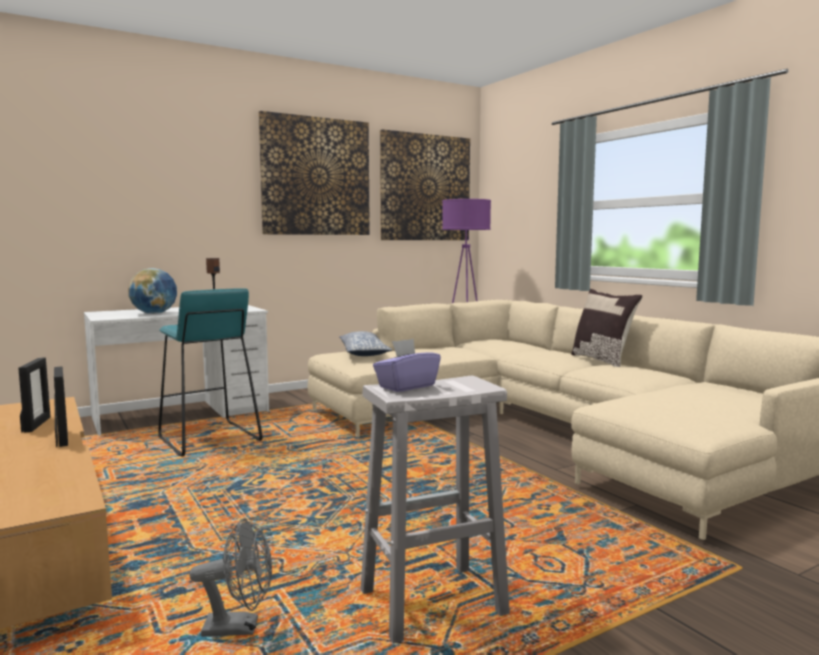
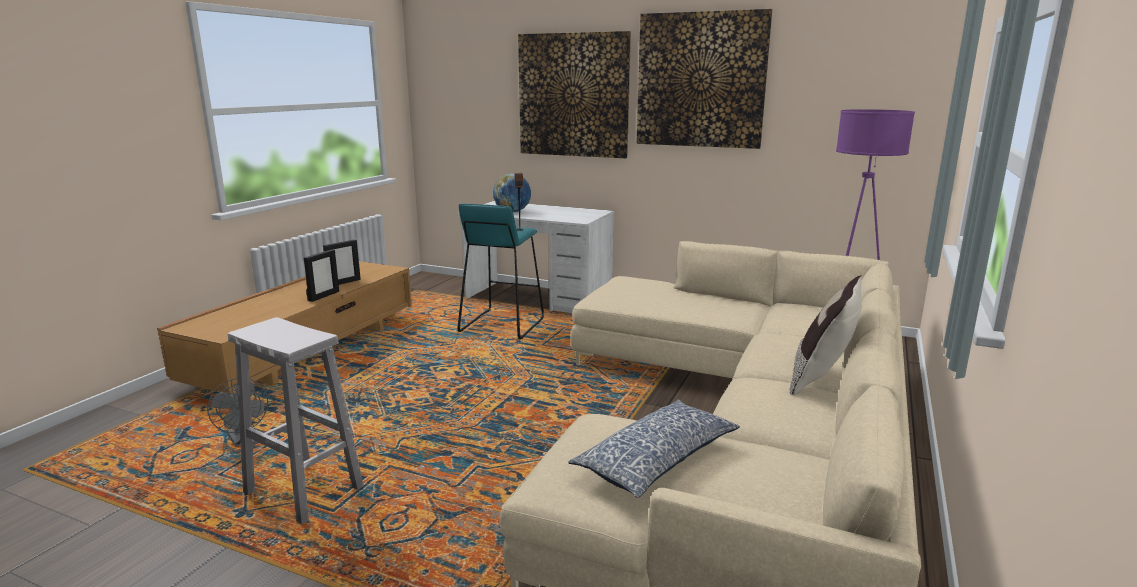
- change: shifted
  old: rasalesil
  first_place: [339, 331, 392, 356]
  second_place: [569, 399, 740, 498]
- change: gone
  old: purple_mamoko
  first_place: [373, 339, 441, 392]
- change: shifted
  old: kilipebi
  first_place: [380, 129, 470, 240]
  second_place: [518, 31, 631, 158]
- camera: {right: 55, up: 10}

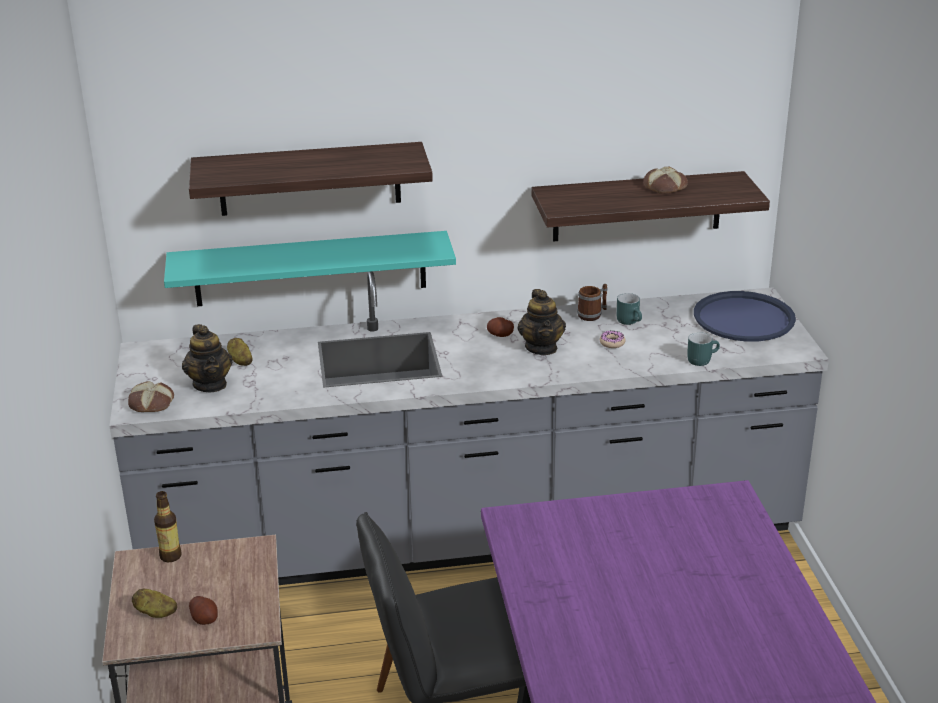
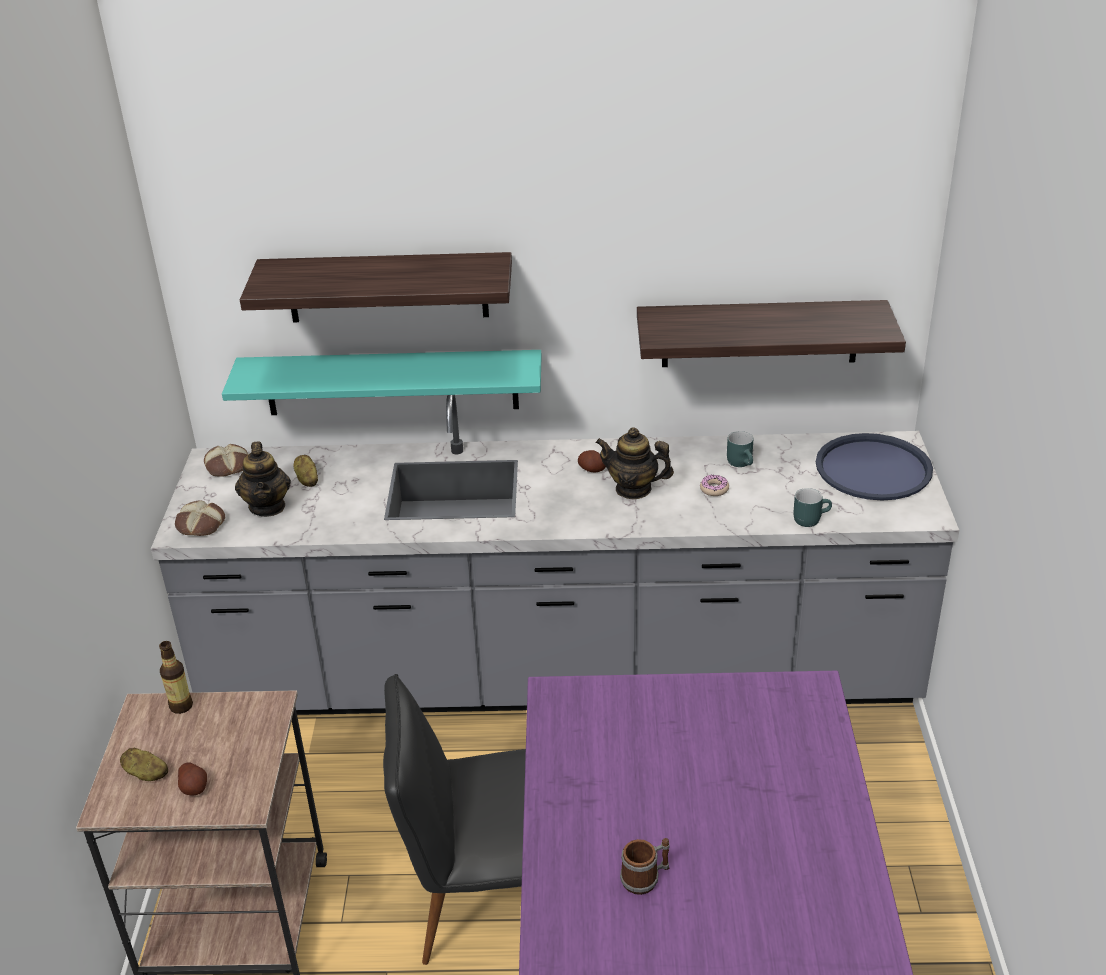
- change: rotated
  old: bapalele
  first_place: [517, 289, 566, 355]
  second_place: [596, 427, 674, 499]
  degrees: 105
- change: shifted
  old: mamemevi
  first_place: [577, 284, 608, 321]
  second_place: [620, 838, 670, 895]
- change: shifted
  old: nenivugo
  first_place: [643, 166, 688, 194]
  second_place: [204, 444, 248, 477]
- camera: {right: 10, up: 5}

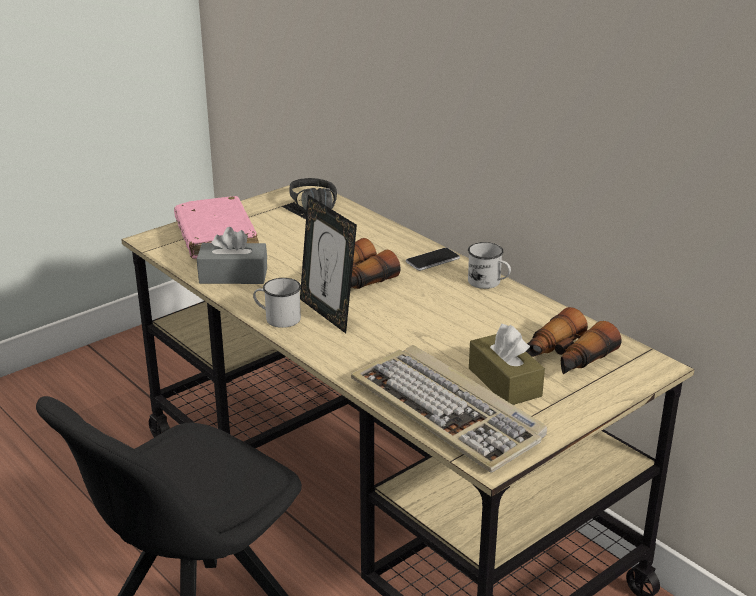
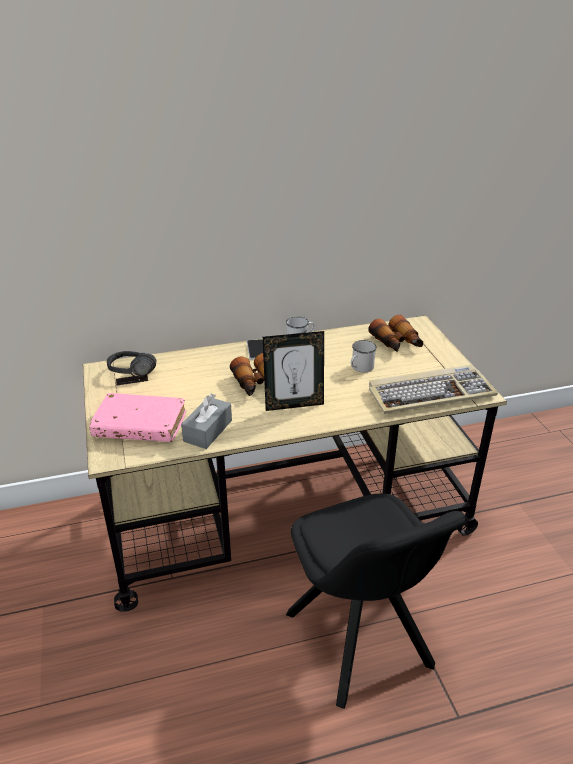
- change: shifted
  old: white_mamemevi
  first_place: [253, 278, 301, 328]
  second_place: [351, 340, 377, 372]
- change: gone
  old: brown_mamoko
  first_place: [469, 324, 545, 405]
- camera: {right: -65, up: 5}

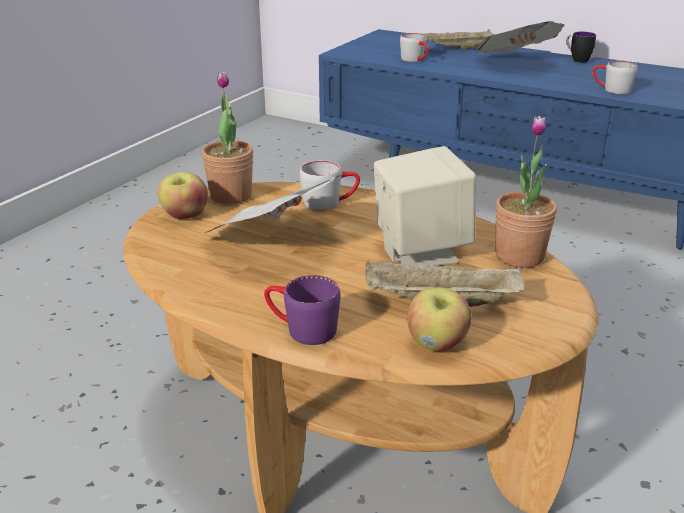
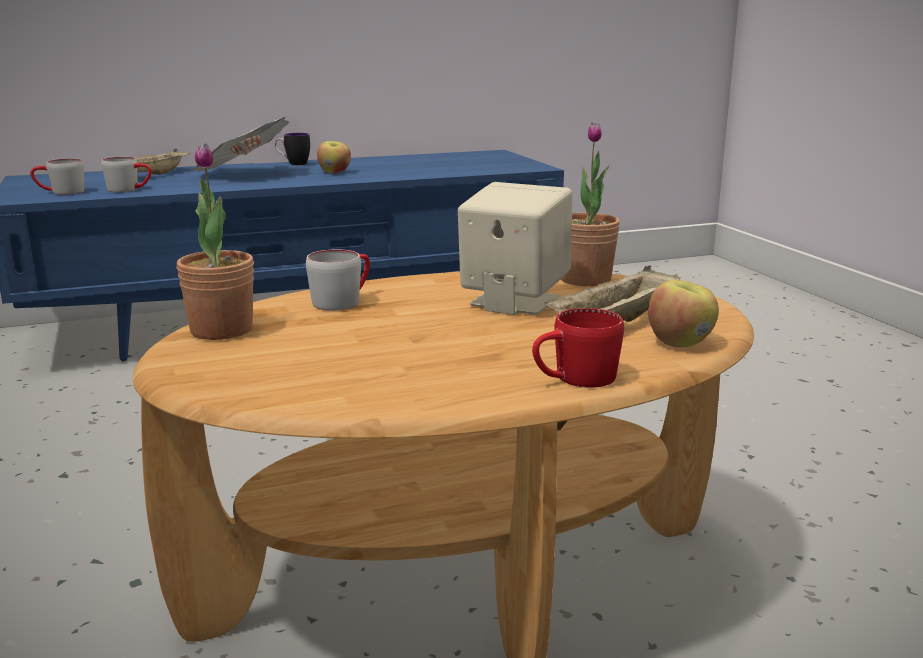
- change: shifted
  old: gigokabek
  first_place: [157, 172, 208, 219]
  second_place: [317, 141, 351, 173]
- change: gone
  old: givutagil
  first_place: [199, 173, 346, 235]
- change: repainted
  old: purple_mamemevi
  new: red_mamemevi
  first_place: [264, 275, 340, 345]
  second_place: [532, 308, 624, 388]
- change: shifted
  old: grey_mamemevi
  first_place: [592, 61, 638, 94]
  second_place: [30, 159, 84, 195]
- camera: {right: -50, up: -10}

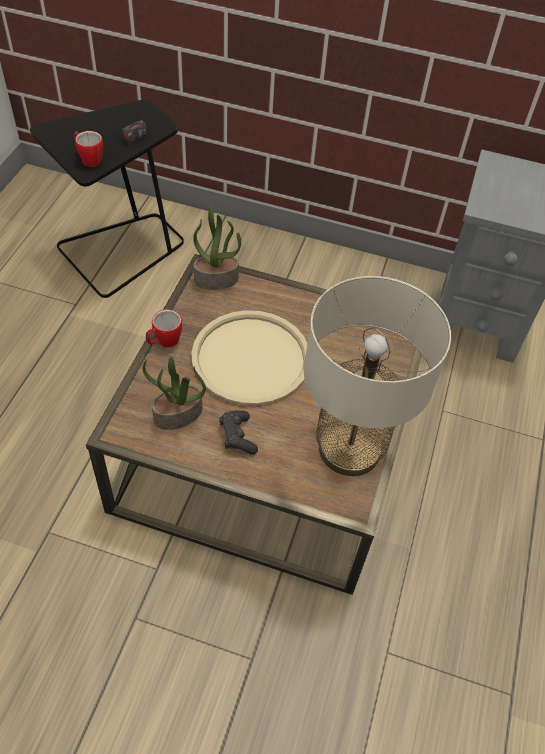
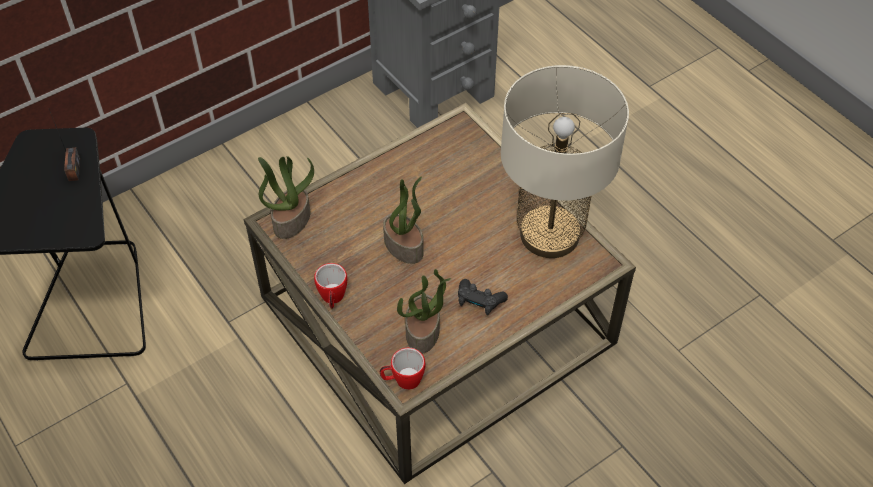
- change: shifted
  old: mamemevi
  first_place: [74, 131, 103, 167]
  second_place: [380, 348, 425, 390]
- change: swapped
  old: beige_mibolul
  new: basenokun
  first_place: [192, 310, 307, 405]
  second_place: [383, 176, 424, 264]
- camera: {right: -50, up: 0}

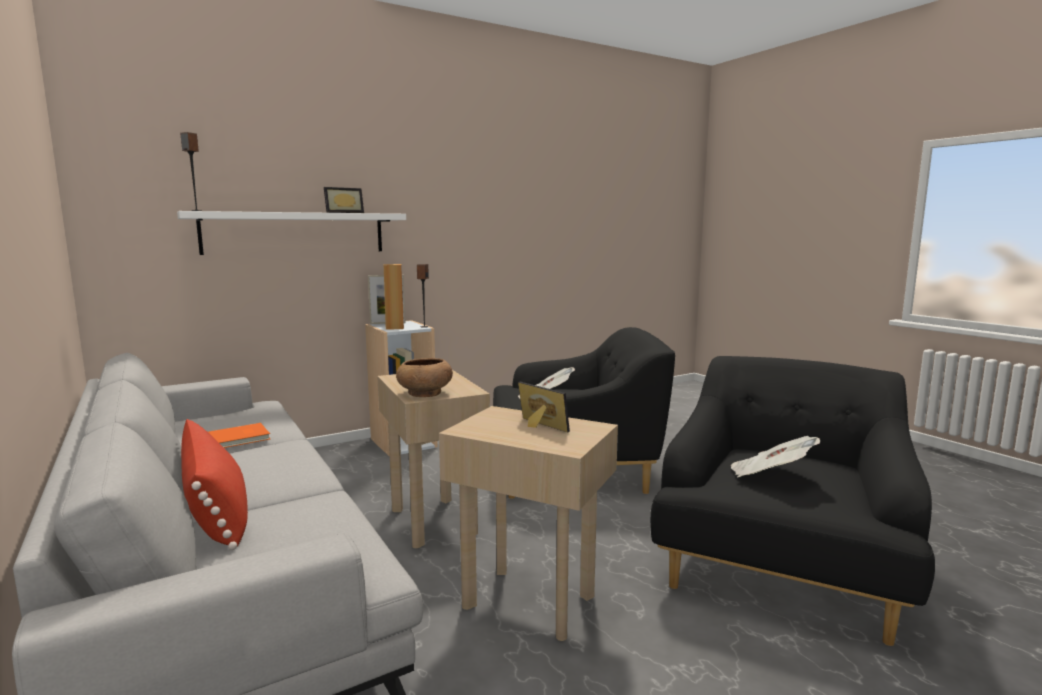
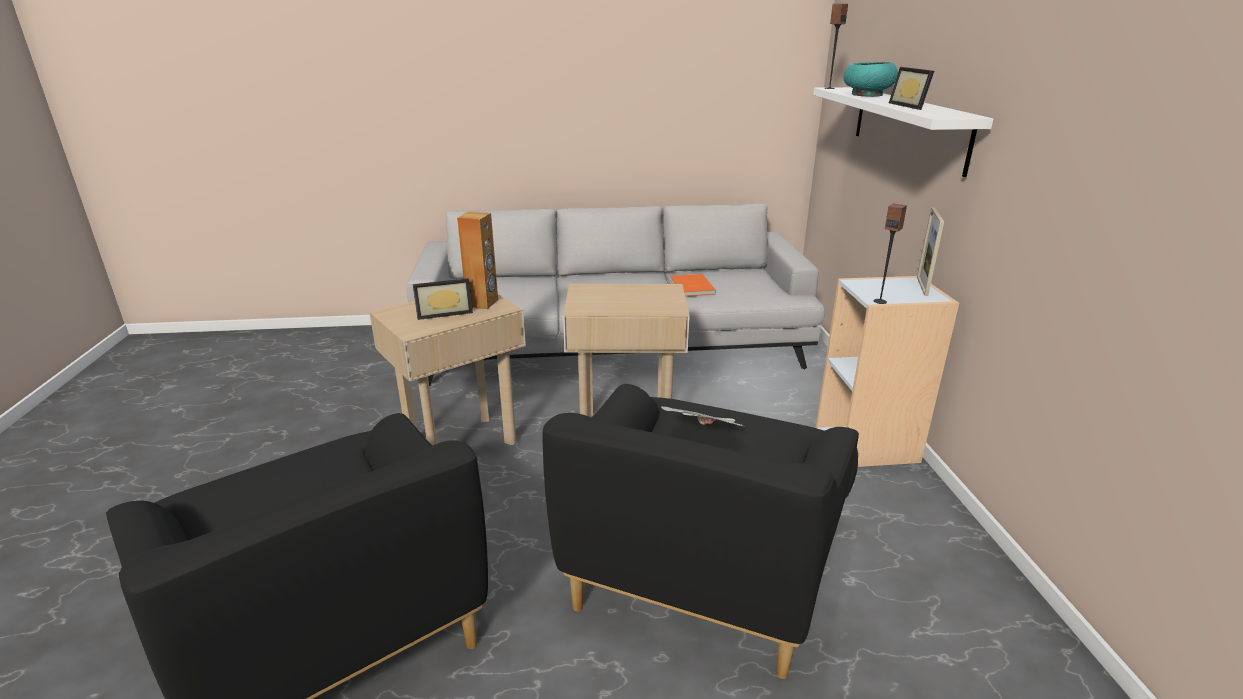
- change: gone
  old: red_rasalesil
  first_place: [181, 419, 248, 550]
- change: shifted
  old: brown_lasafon
  first_place: [384, 264, 404, 330]
  second_place: [457, 211, 498, 309]
- change: gone
  old: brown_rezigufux
  first_place: [396, 358, 453, 397]
- change: gone
  old: givutagil
  first_place: [731, 436, 820, 477]
- change: new
  new: turquoise_rezigufux
  second_place: [843, 62, 898, 97]
- camera: {right: 115, up: 15}

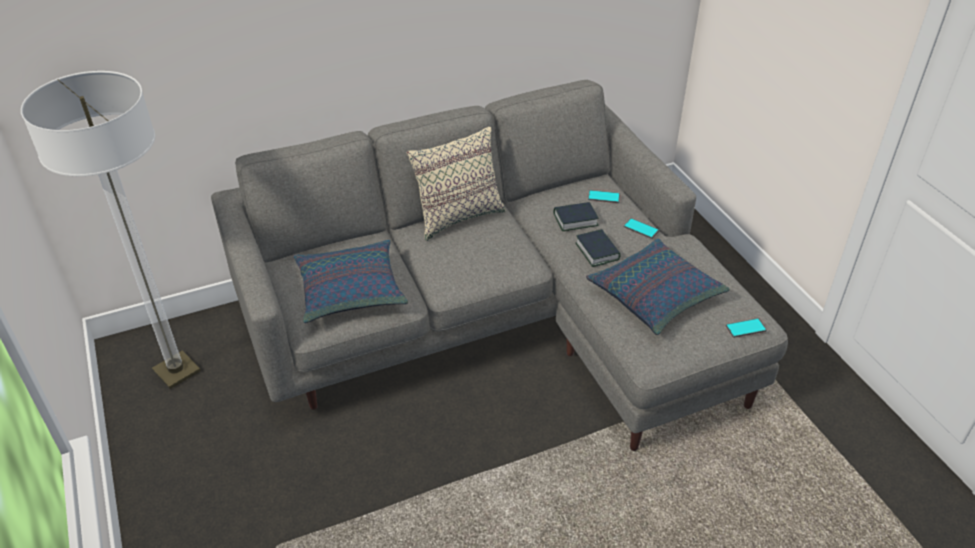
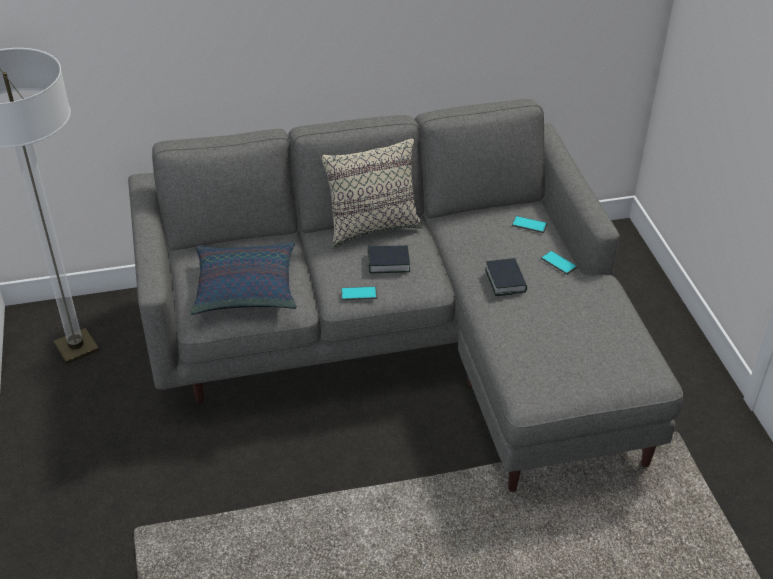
- change: shifted
  old: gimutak
  first_place: [554, 202, 599, 231]
  second_place: [368, 245, 410, 273]
- change: gone
  old: blue_rasalesil
  first_place: [586, 239, 730, 335]
- change: shifted
  old: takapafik
  first_place: [726, 318, 767, 338]
  second_place: [341, 286, 377, 300]
- camera: {right: 10, up: 0}

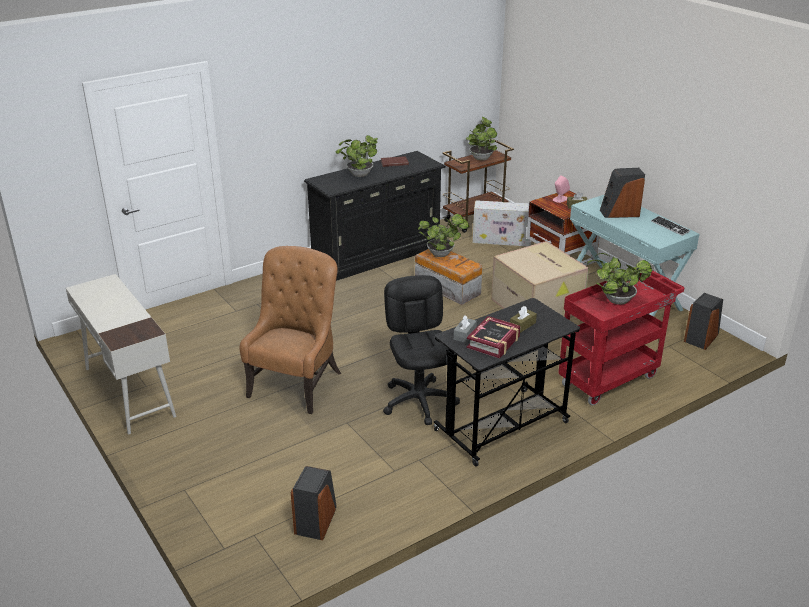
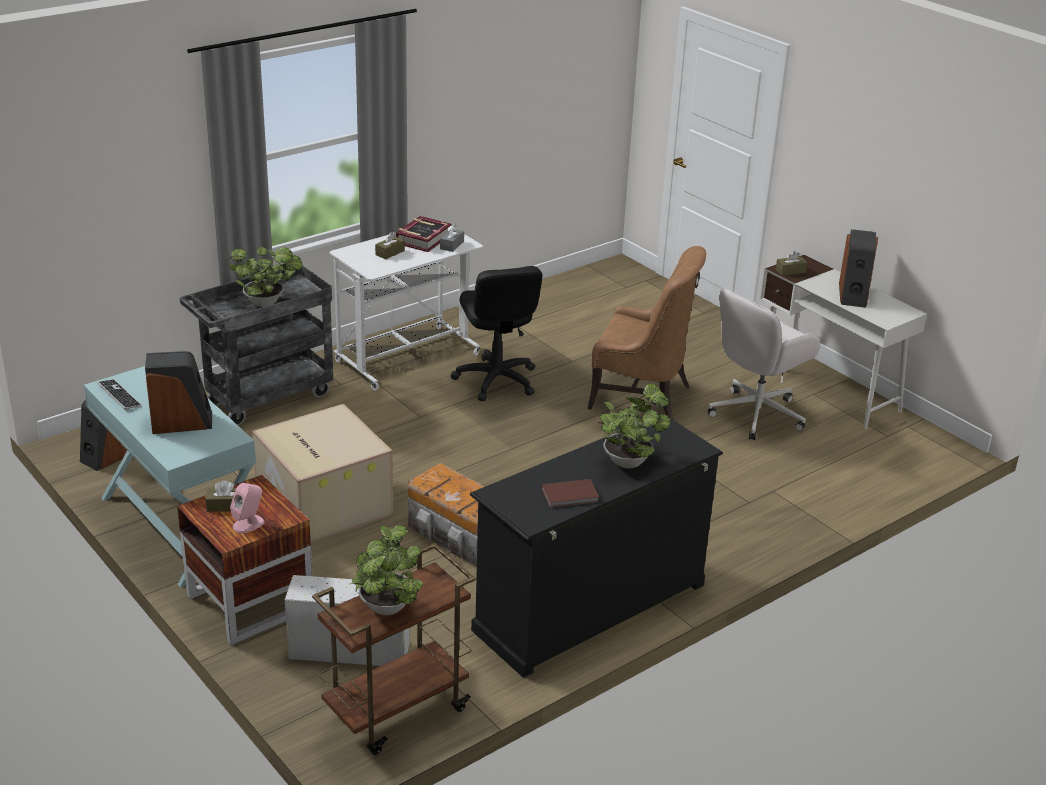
- change: rotated
  old: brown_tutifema
  first_place: [240, 246, 341, 414]
  second_place: [588, 246, 706, 420]
  degrees: -90
- change: shifted
  old: lasafon
  first_place: [291, 466, 337, 540]
  second_place: [839, 229, 878, 308]
- change: gone
  old: basenokun
  first_place: [418, 214, 469, 257]
- change: repainted
  old: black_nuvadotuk
  new: white_nuvadotuk
  first_place: [434, 298, 580, 466]
  second_place: [330, 221, 483, 391]
- change: repainted
  old: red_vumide
  new: black_vumide
  first_place: [558, 270, 684, 406]
  second_place: [180, 266, 333, 425]
- change: new
  new: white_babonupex
  second_place: [708, 289, 820, 440]
- change: new
  new: brown_mamoko
  second_place: [776, 251, 807, 276]
- camera: {right: 175, up: 0}

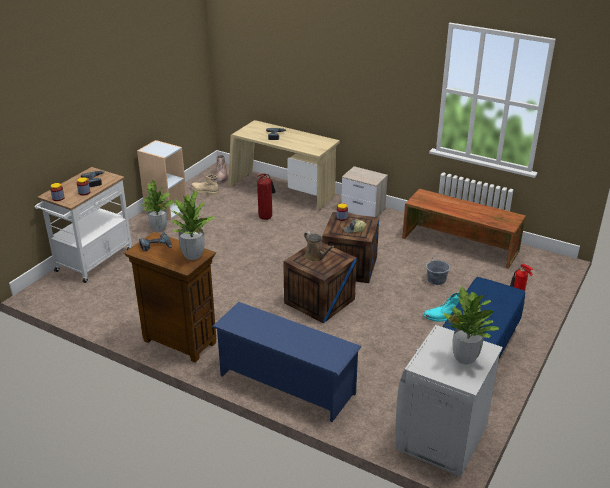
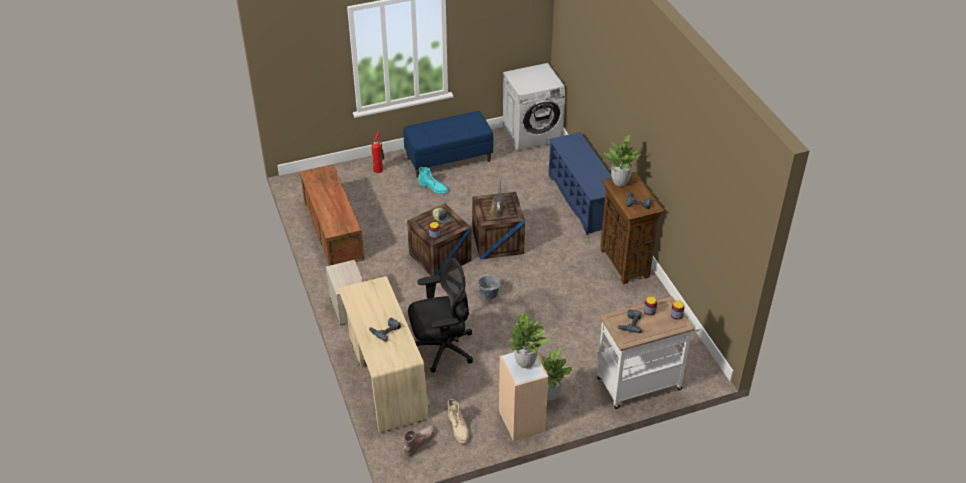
- change: swapped
  old: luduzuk
  new: black_babonupex
  first_place: [257, 173, 276, 220]
  second_place: [408, 257, 473, 373]
- change: shifted
  old: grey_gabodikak
  first_place: [426, 255, 450, 285]
  second_place: [478, 271, 501, 300]
- change: shifted
  old: basenokun
  first_place: [444, 286, 499, 364]
  second_place: [508, 313, 550, 368]
- camera: {right: -140, up: 10}

